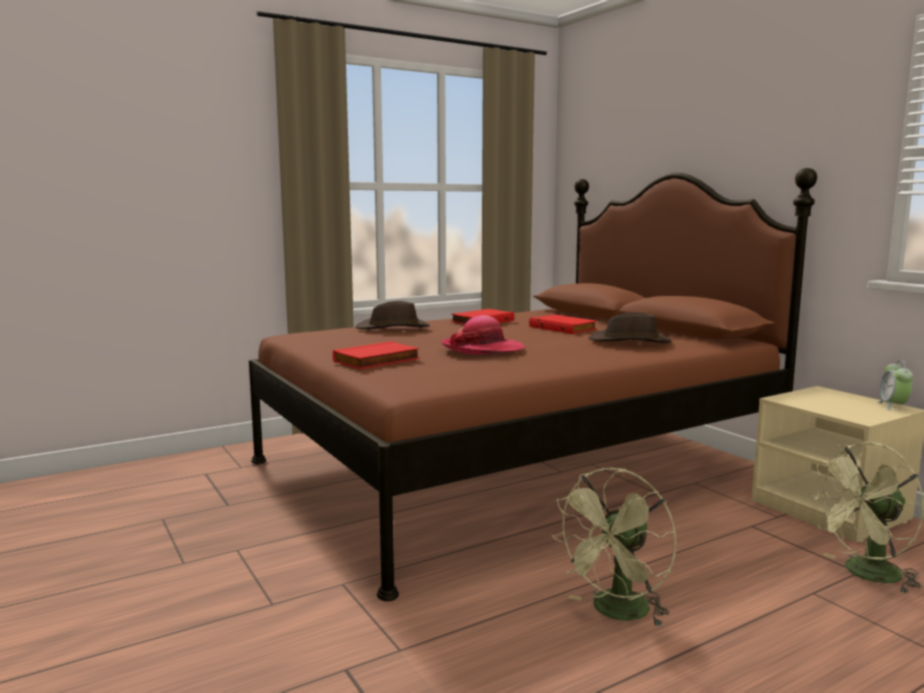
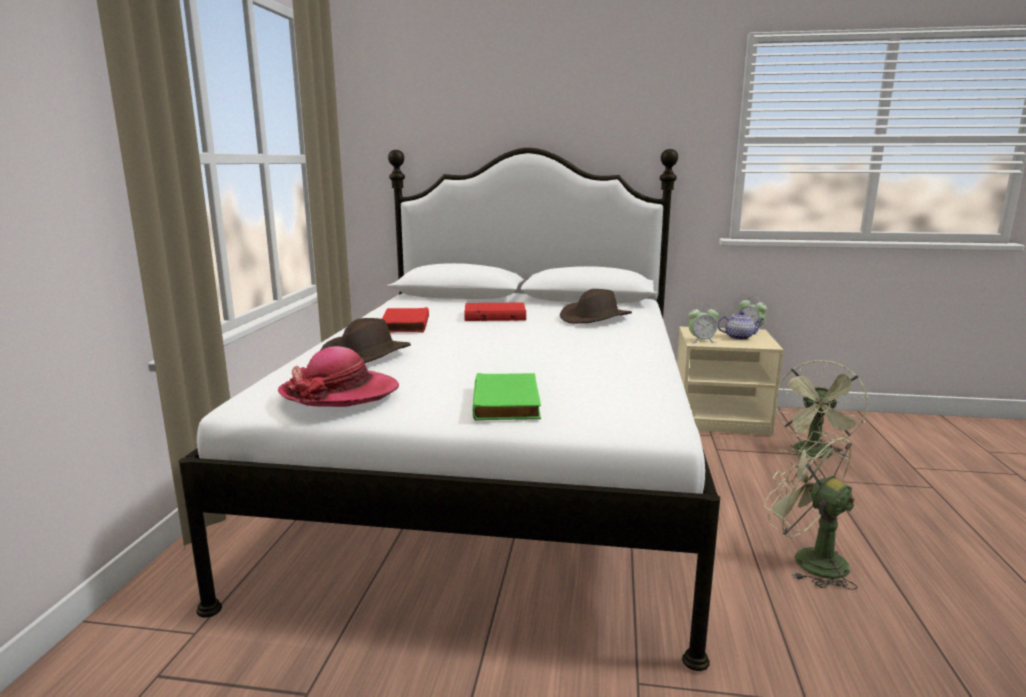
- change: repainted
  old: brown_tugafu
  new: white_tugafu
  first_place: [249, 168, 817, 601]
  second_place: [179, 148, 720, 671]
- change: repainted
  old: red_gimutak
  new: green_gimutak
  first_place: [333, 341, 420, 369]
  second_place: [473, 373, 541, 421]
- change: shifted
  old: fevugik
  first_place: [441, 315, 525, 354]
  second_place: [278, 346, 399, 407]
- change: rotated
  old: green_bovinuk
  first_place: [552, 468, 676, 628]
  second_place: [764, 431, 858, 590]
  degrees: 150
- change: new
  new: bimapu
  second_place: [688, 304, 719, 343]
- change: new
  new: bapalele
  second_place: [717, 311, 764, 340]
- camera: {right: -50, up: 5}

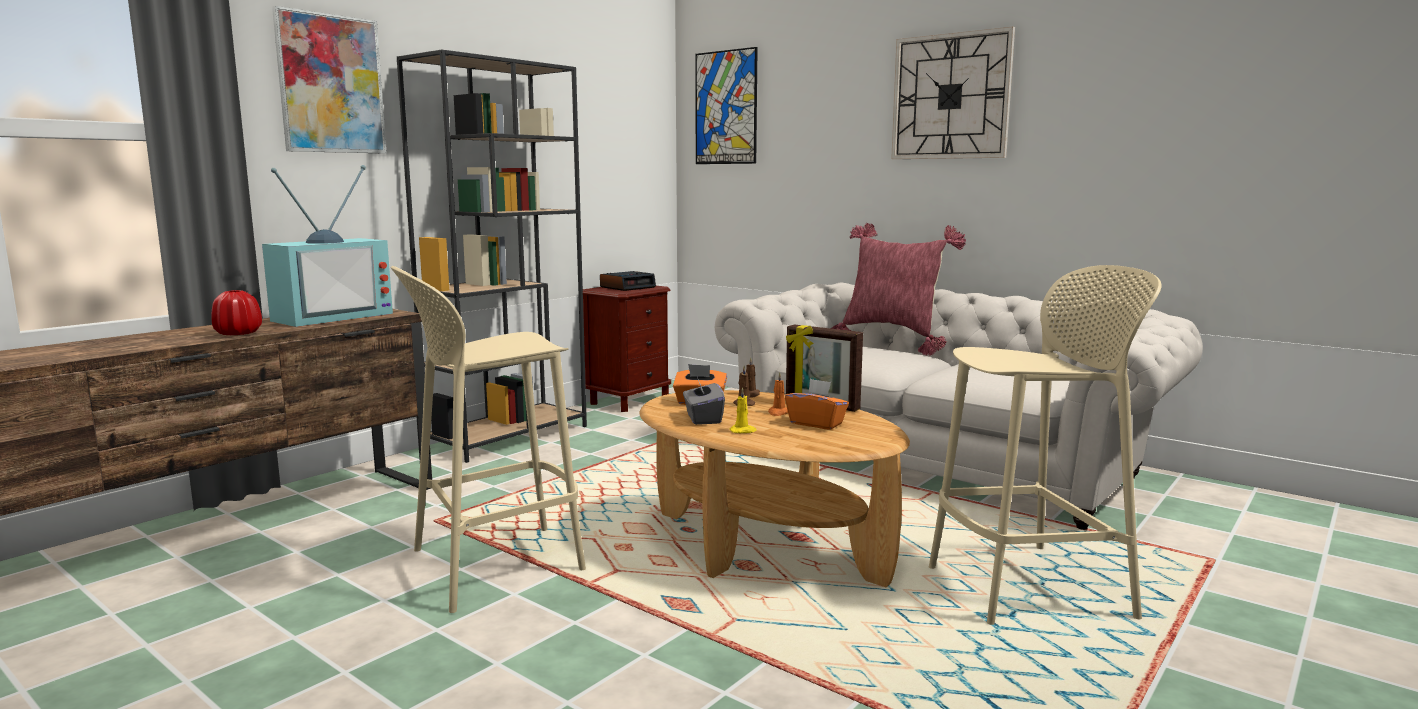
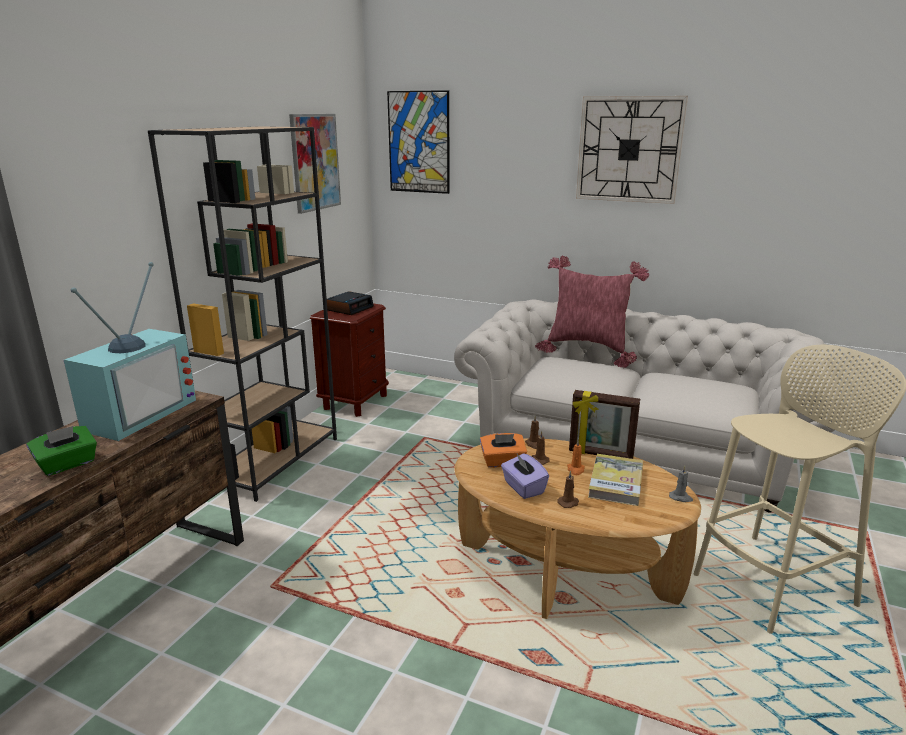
- change: swapped
  old: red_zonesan
  new: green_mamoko
  first_place: [211, 290, 262, 335]
  second_place: [26, 426, 97, 476]
- change: shifted
  old: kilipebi
  first_place: [272, 6, 387, 153]
  second_place: [289, 114, 341, 214]
- change: gone
  old: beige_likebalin
  first_place: [390, 266, 586, 613]
- change: repainted
  old: grey_mamoko
  new: purple_mamoko
  first_place: [683, 377, 725, 425]
  second_place: [501, 453, 549, 499]
- change: repainted
  old: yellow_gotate
  new: brown_gotate
  first_place: [729, 388, 757, 433]
  second_place: [557, 471, 579, 508]
- change: swapped
  old: orange_mamoko
  new: gimutak
  first_place: [785, 379, 849, 430]
  second_place: [588, 454, 643, 506]
- change: new
  new: grey_gotate
  second_place: [669, 466, 693, 502]
- camera: {right: -15, up: 10}

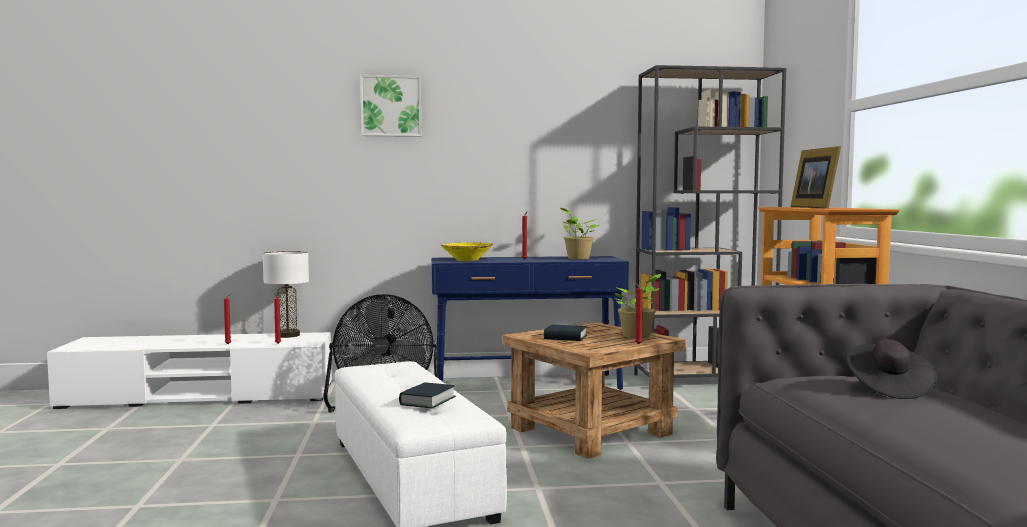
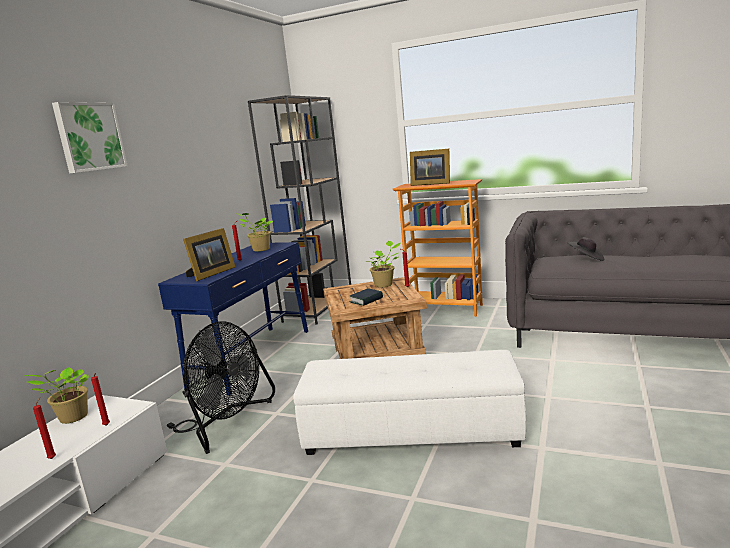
- change: swapped
  old: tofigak
  new: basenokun
  first_place: [263, 251, 309, 338]
  second_place: [24, 367, 89, 424]
- change: gone
  old: gimutak
  first_place: [399, 382, 456, 408]
- change: swapped
  old: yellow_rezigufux
  new: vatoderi
  first_place: [441, 242, 493, 261]
  second_place: [183, 228, 235, 281]
- camera: {right: -60, up: 10}

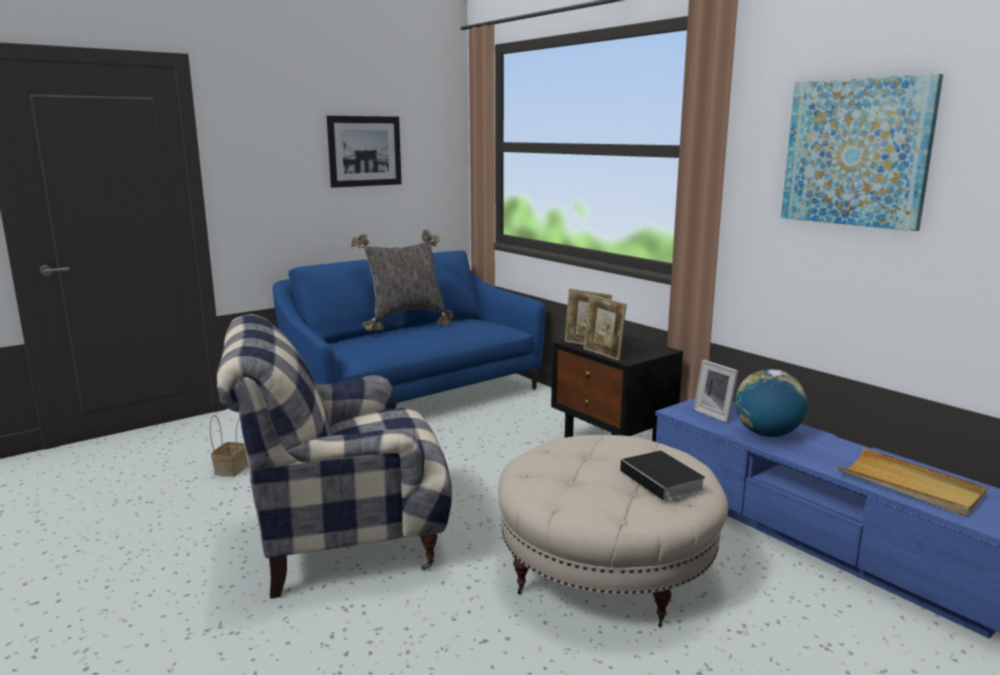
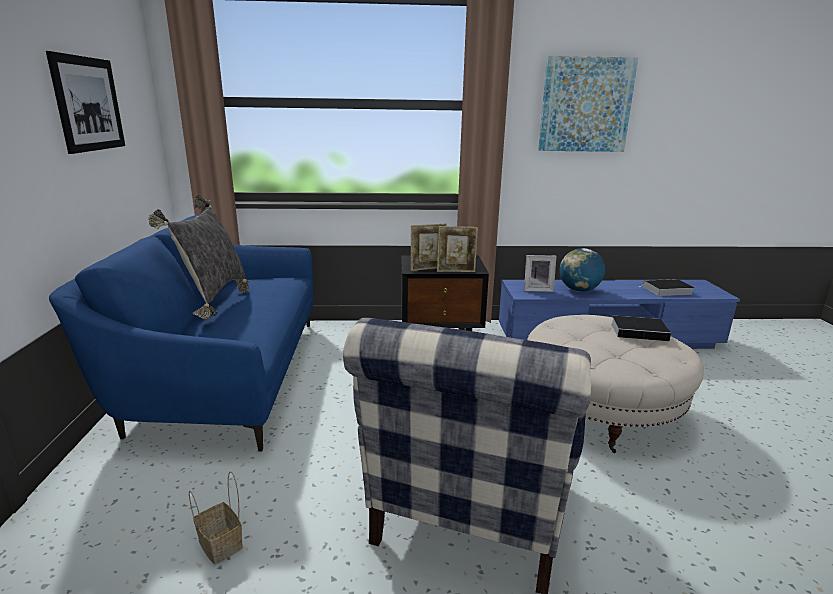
- change: swapped
  old: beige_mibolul
  new: gimutak
  first_place: [838, 448, 987, 516]
  second_place: [639, 279, 694, 296]
- camera: {right: -55, up: 5}

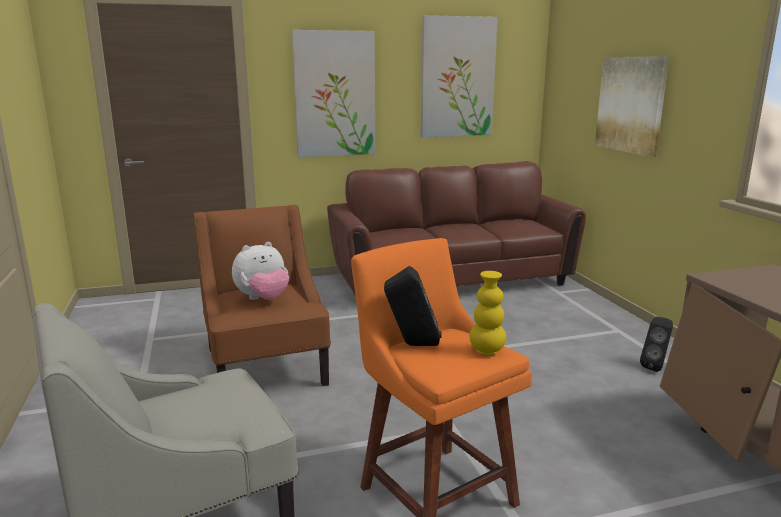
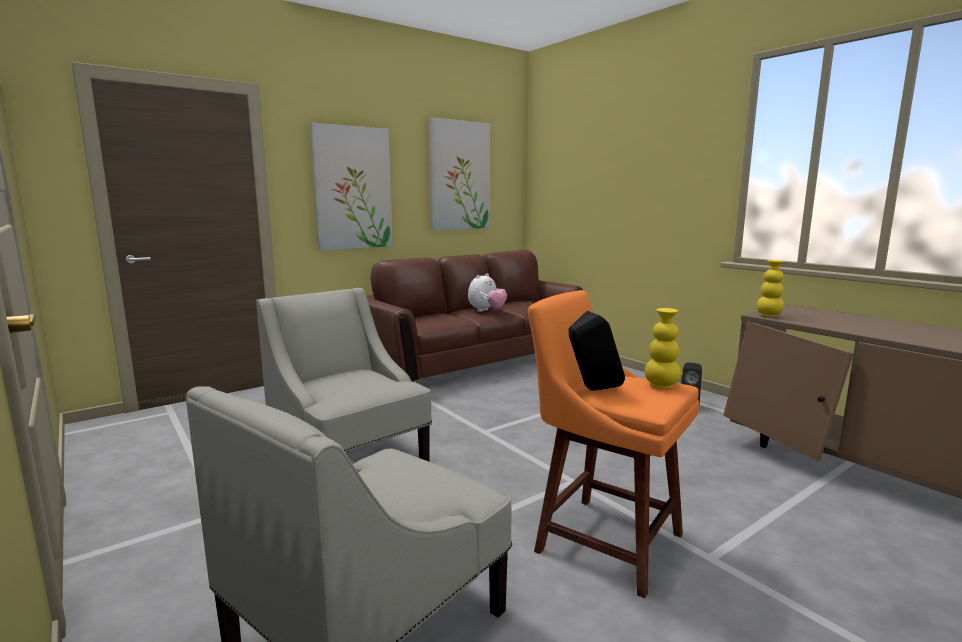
- change: repainted
  old: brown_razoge
  new: grey_razoge
  first_place: [193, 205, 331, 386]
  second_place: [256, 288, 432, 461]
- change: shifted
  old: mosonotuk
  first_place: [232, 242, 289, 300]
  second_place: [468, 273, 507, 312]
- change: gone
  old: kilipebi
  first_place: [595, 56, 669, 157]
- change: new
  new: yellow_zonesan
  second_place: [756, 260, 784, 317]
- camera: {right: -20, up: -5}

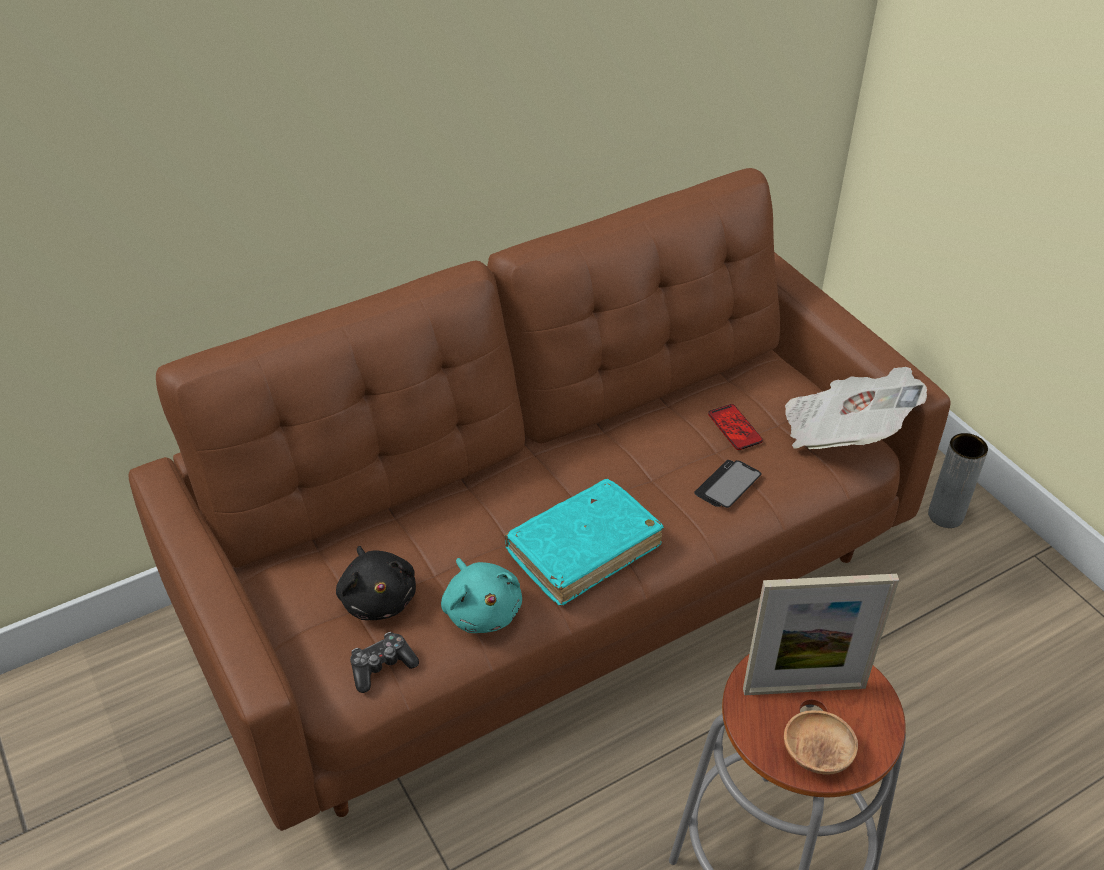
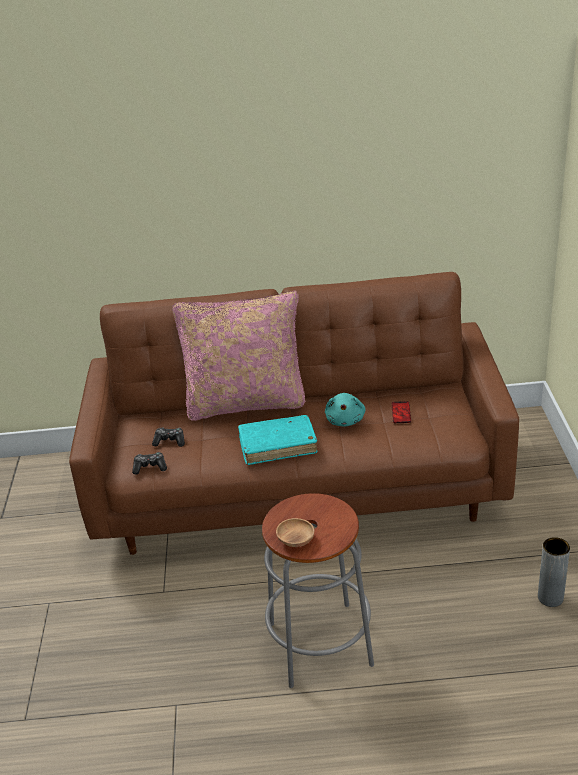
- change: swapped
  old: black_mosonotuk
  new: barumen
  first_place: [336, 546, 416, 620]
  second_place: [152, 428, 185, 447]
- change: shifted
  old: turquoise_mosonotuk
  first_place: [441, 558, 522, 633]
  second_place: [325, 393, 365, 427]
- change: gone
  old: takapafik
  first_place: [694, 460, 762, 508]
- change: gone
  old: vatoderi
  first_place: [743, 574, 899, 695]
- change: gone
  old: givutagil
  first_place: [785, 367, 927, 449]
- change: shifted
  old: grey_zonesan
  first_place: [928, 433, 988, 528]
  second_place: [538, 537, 570, 607]
- change: new
  new: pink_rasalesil
  second_place: [172, 291, 306, 421]
- camera: {right: 30, up: -10}

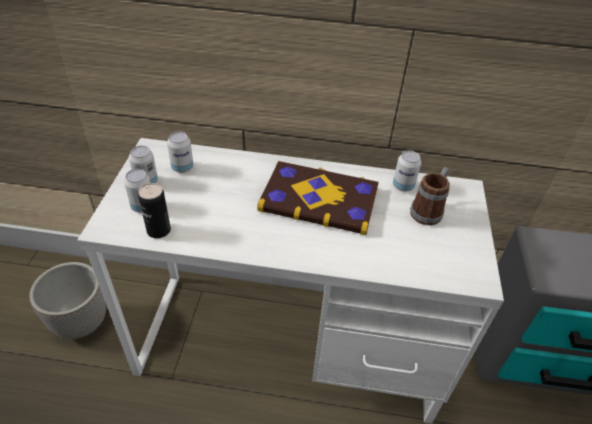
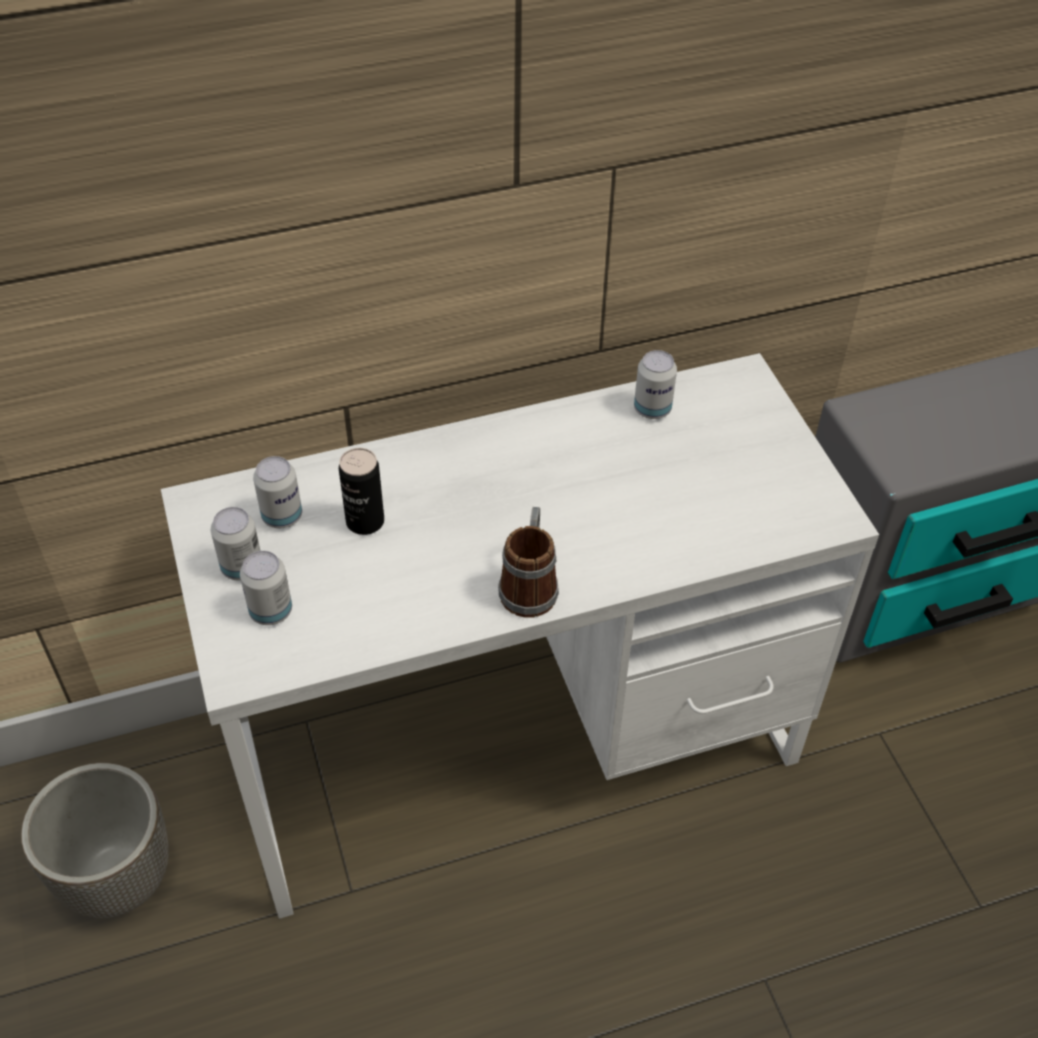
- change: shifted
  old: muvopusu
  first_place: [138, 183, 171, 238]
  second_place: [339, 448, 384, 535]
- change: gone
  old: gimutak
  first_place: [257, 161, 379, 235]
- change: shifted
  old: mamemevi
  first_place: [410, 167, 450, 225]
  second_place: [498, 507, 559, 618]
- camera: {right: -25, up: 5}

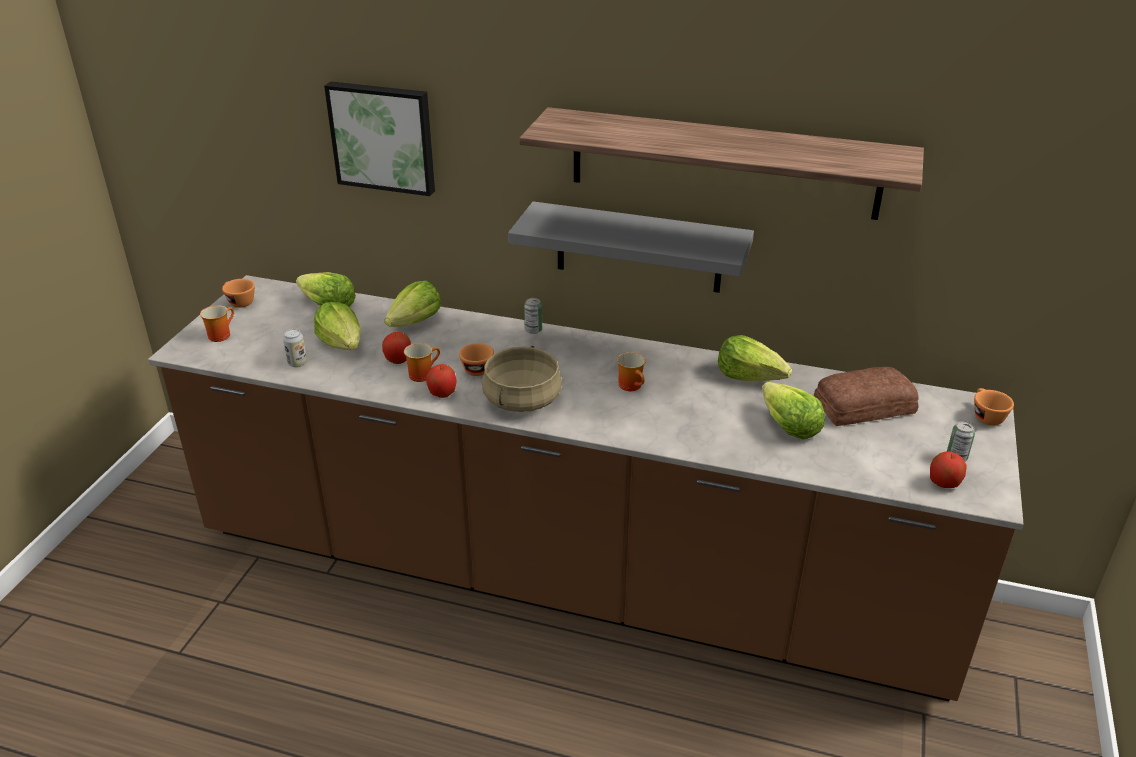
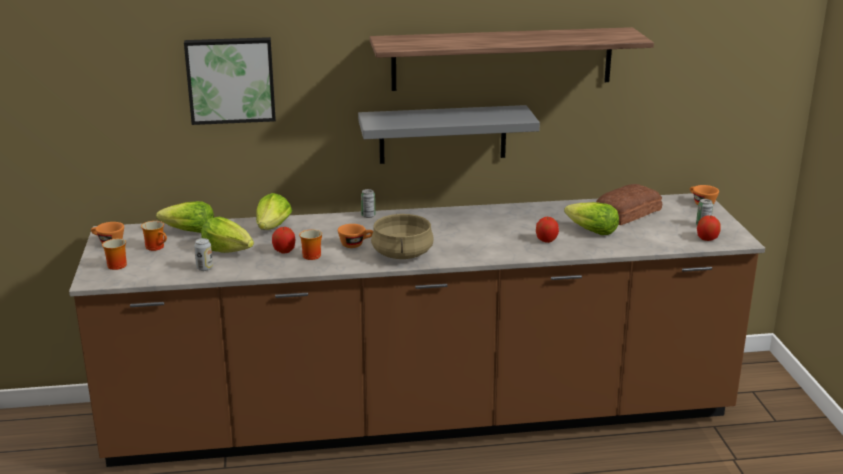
- change: shifted
  old: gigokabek
  first_place: [426, 364, 457, 398]
  second_place: [536, 217, 559, 243]
- change: shifted
  old: mamemevi
  first_place: [617, 352, 646, 391]
  second_place: [141, 221, 167, 251]
- change: gone
  old: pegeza
  first_place: [718, 335, 792, 381]
- camera: {right: -25, up: -10}

